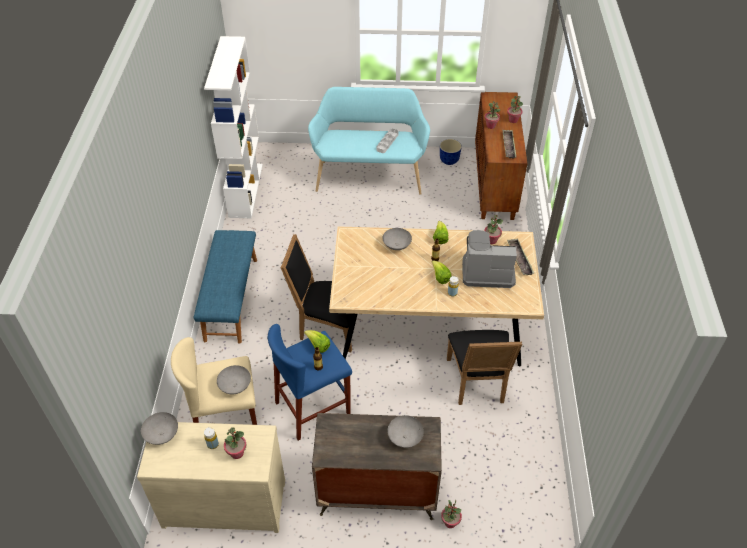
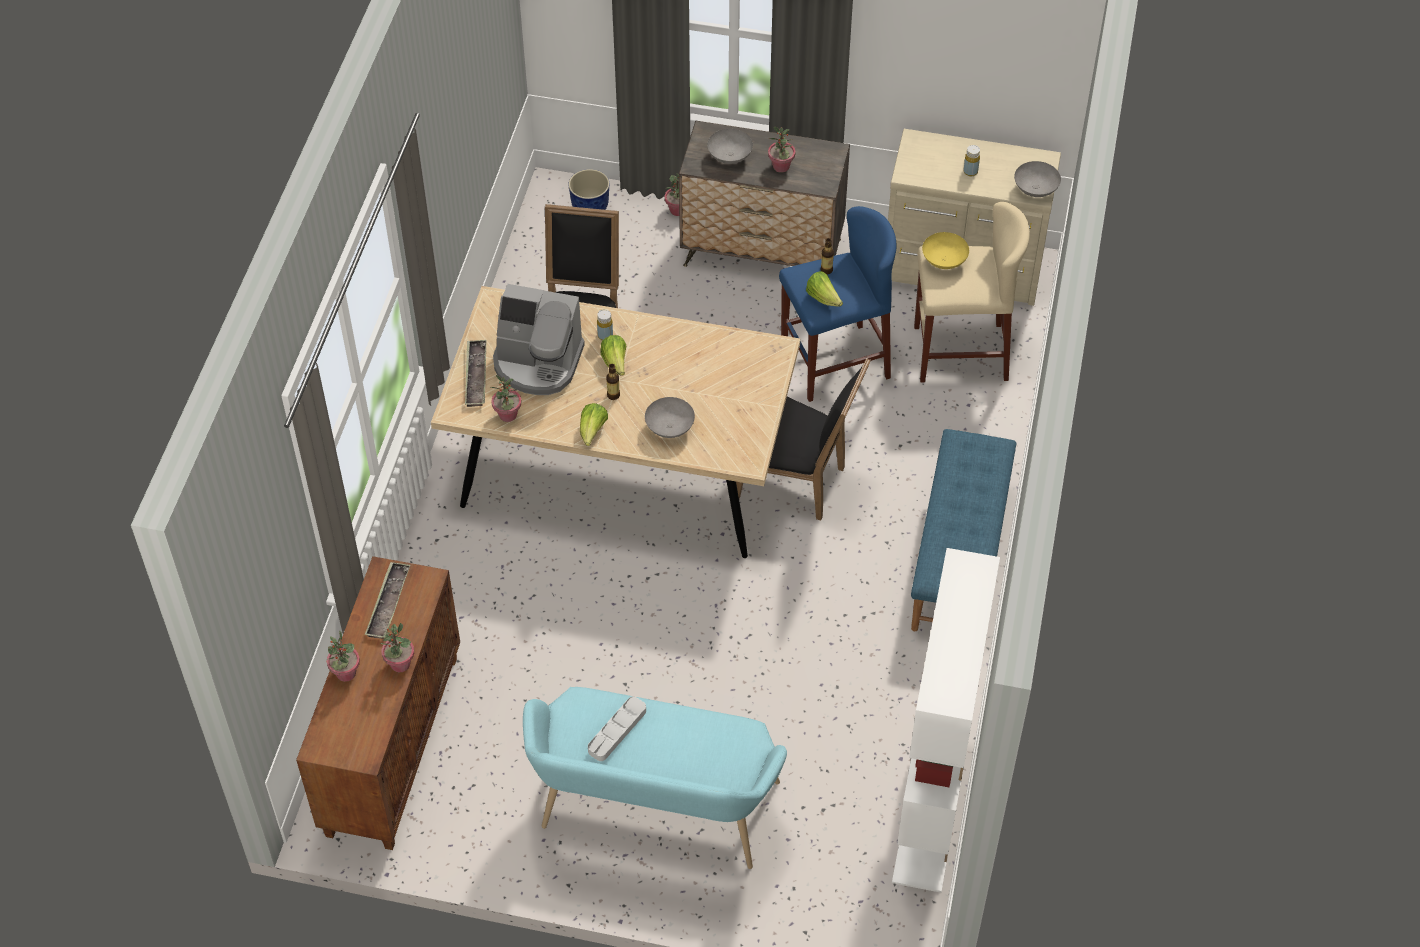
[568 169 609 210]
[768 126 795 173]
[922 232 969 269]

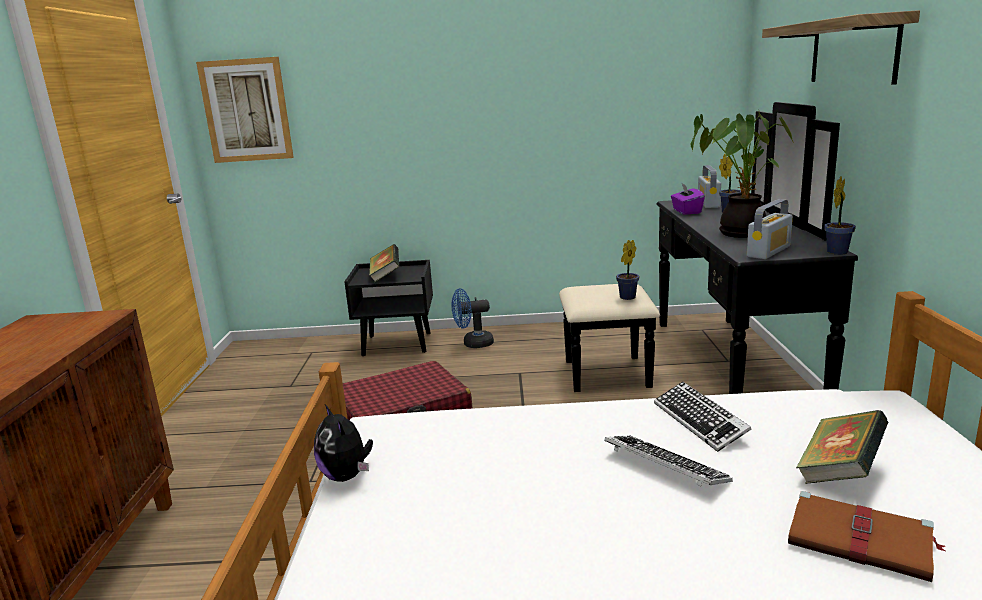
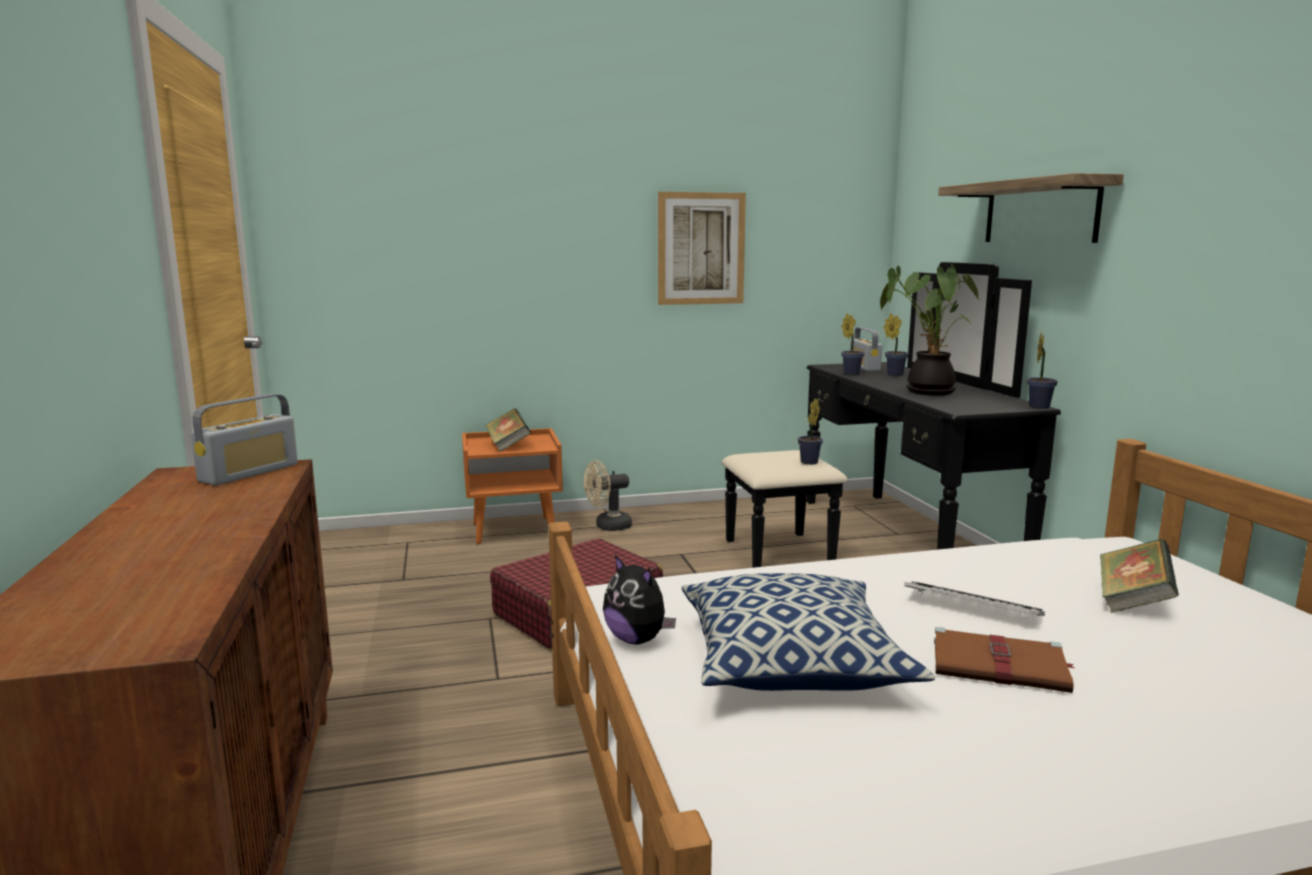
[191 394 298 485]
[462 428 563 544]
[584 460 632 531]
[658 192 746 305]
[682 573 935 691]
[841 313 864 376]
[934 627 1074 693]
[654 382 751 452] (first image)

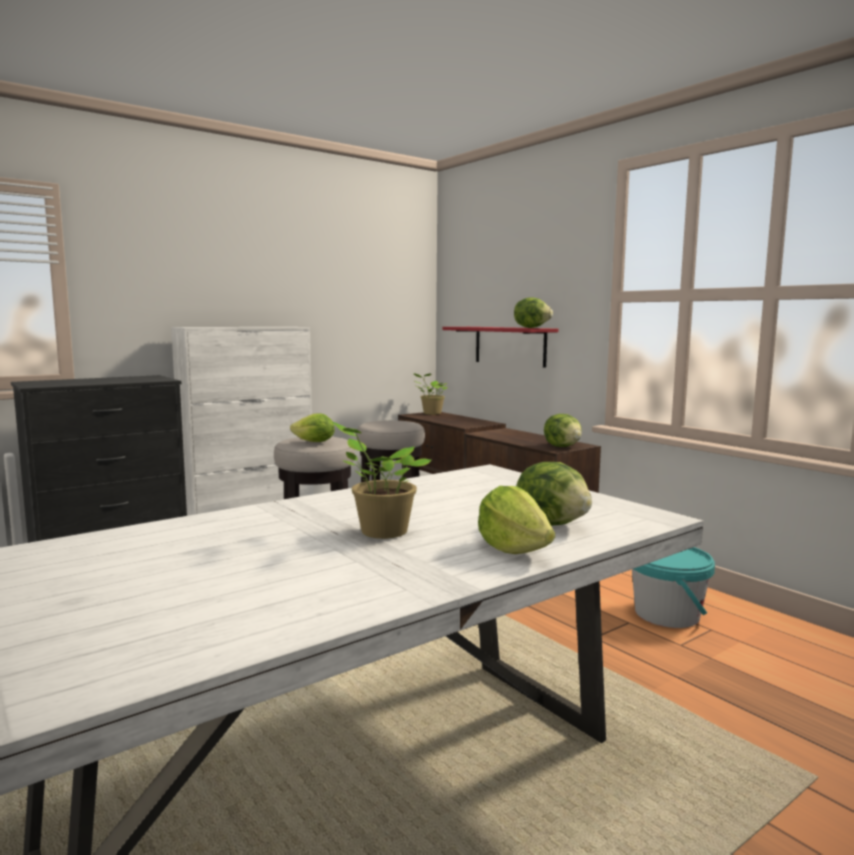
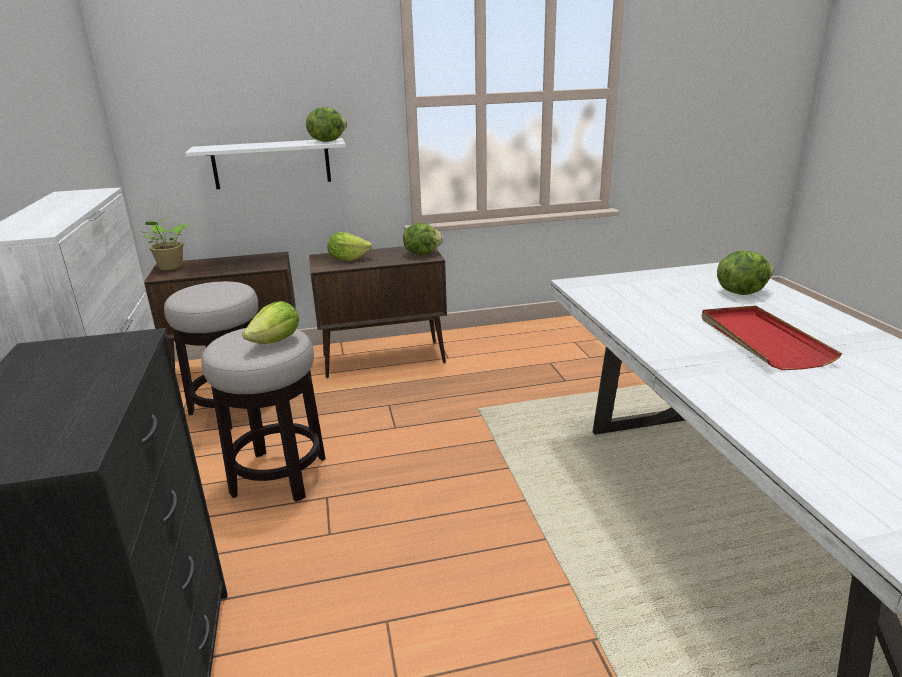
[185 138 346 189]
[327 232 372 261]
[702 306 842 370]
[632 547 715 628] (first image)

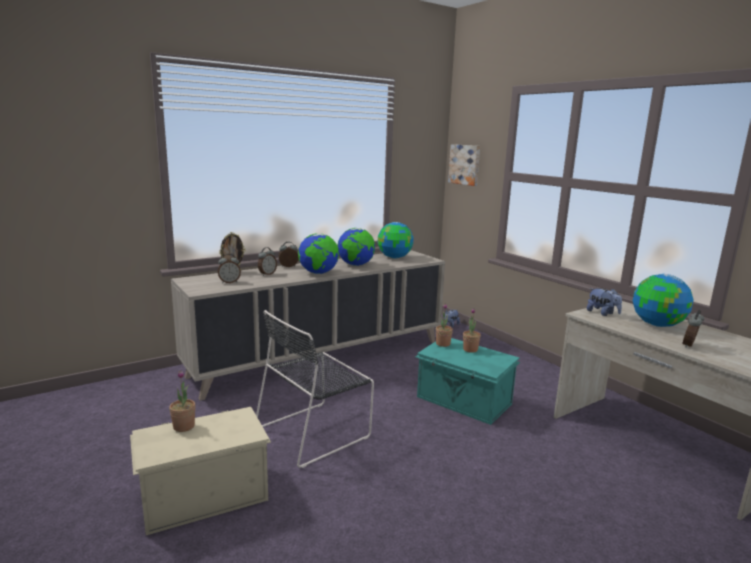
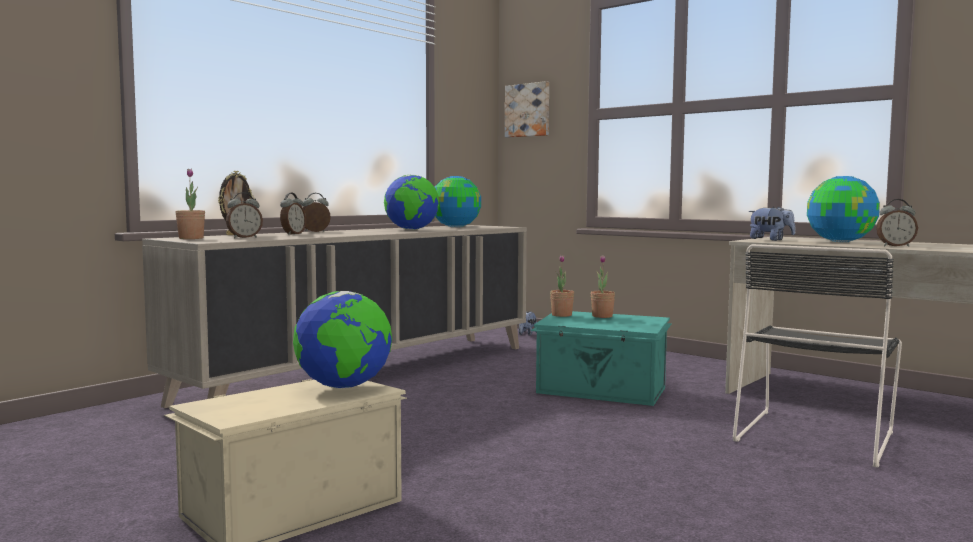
[176 168 205 239]
[293 291 392 389]
[733 244 902 467]
[876 199 918 247]

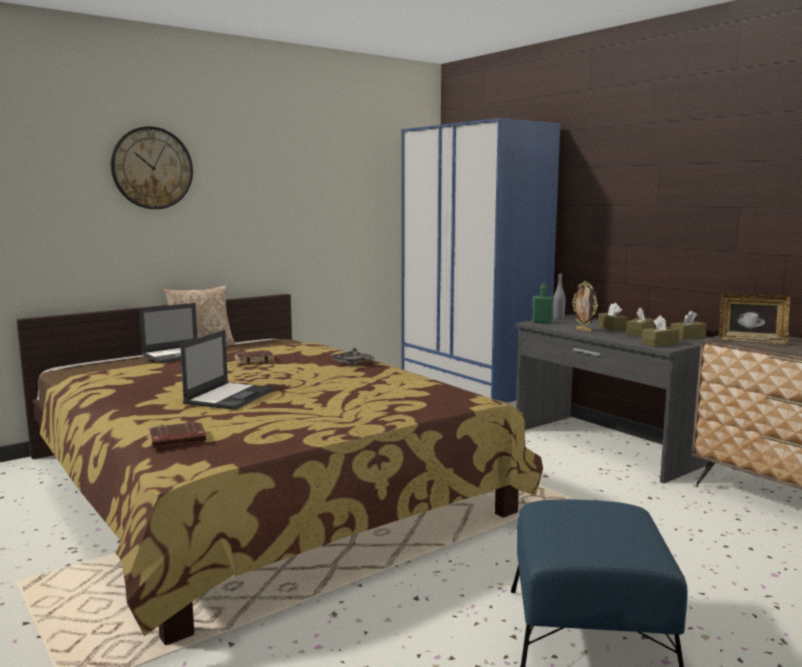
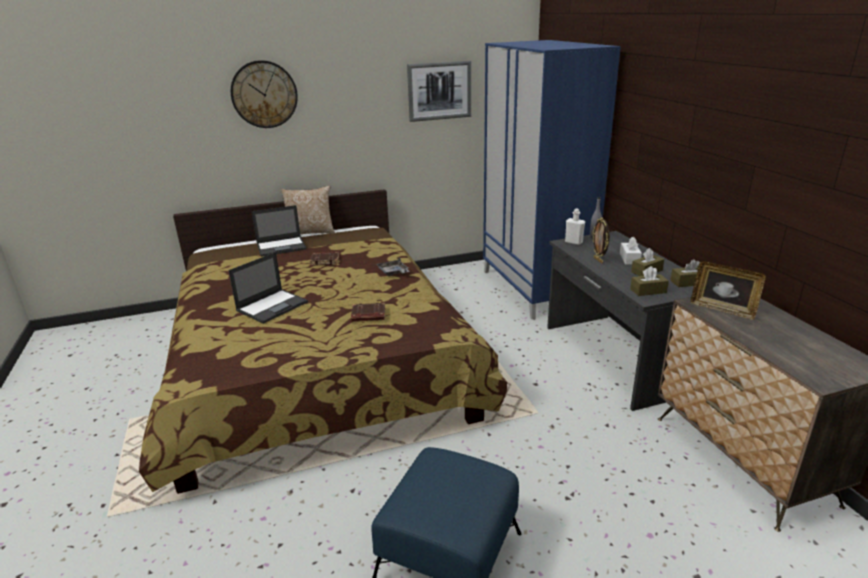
[351 303 385 322]
[407 61 471 122]
[565 208 585 245]
[620 237 642 264]

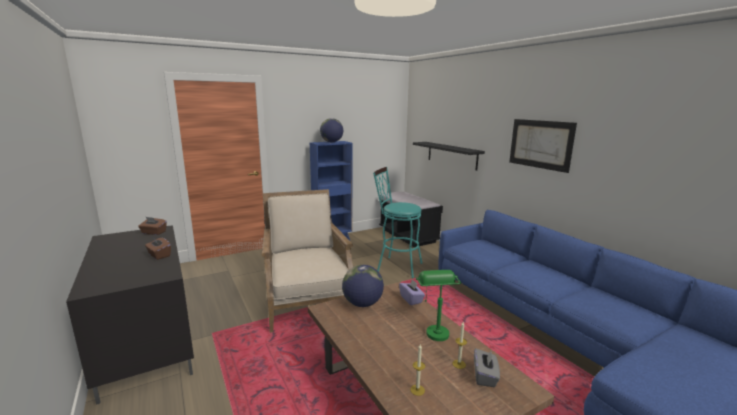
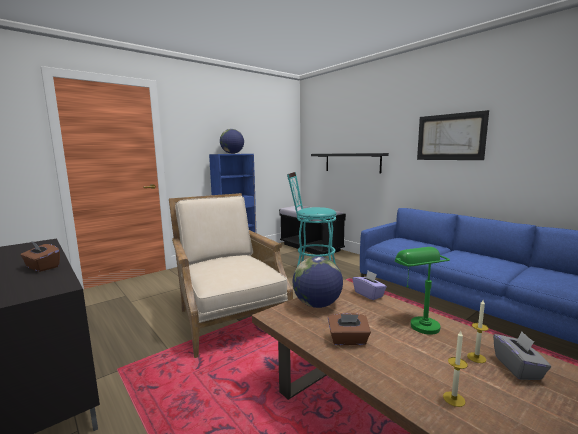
[328 313 371 345]

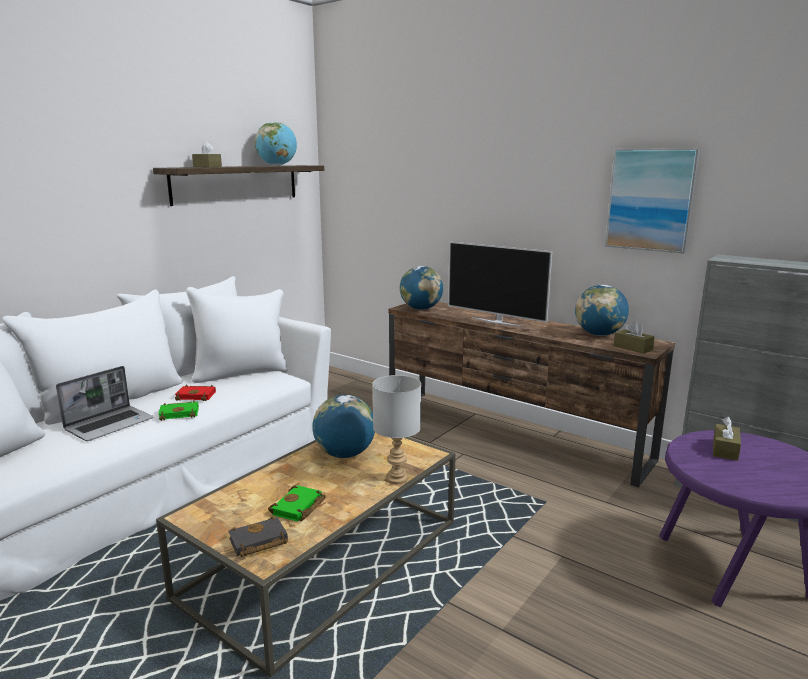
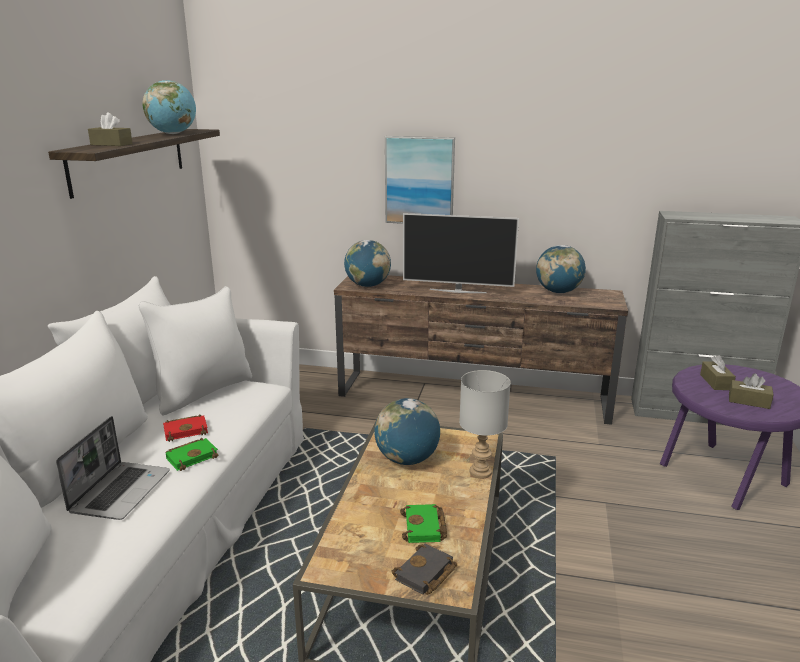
[385 136 455 224]
[729 373 773 409]

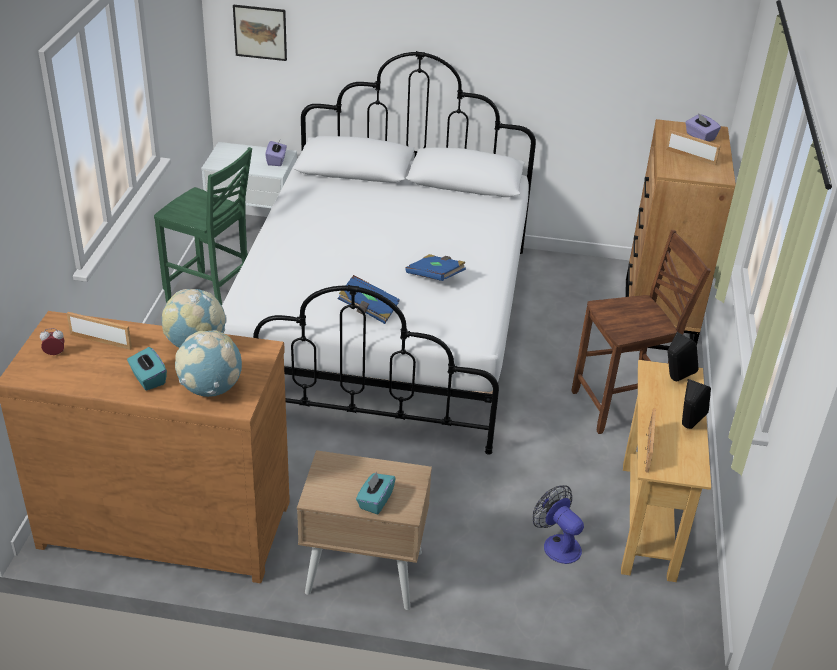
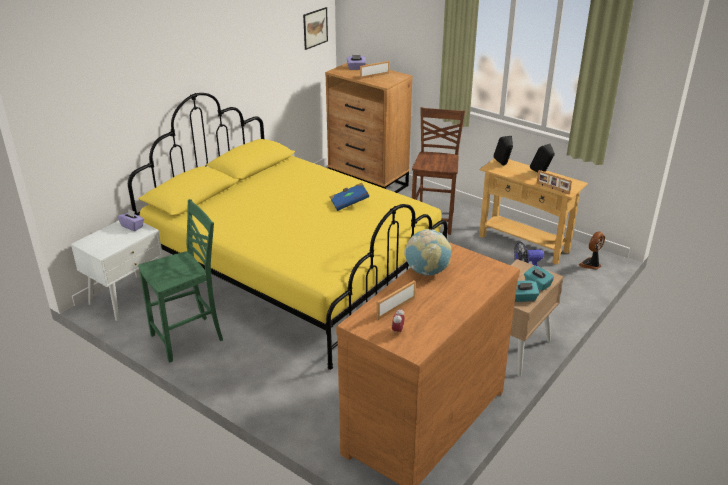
[128 93 448 370]
[303 7 328 50]
[515 280 539 302]
[579 231 605 270]
[175 330 242 397] (first image)
[338 275 400 324] (first image)

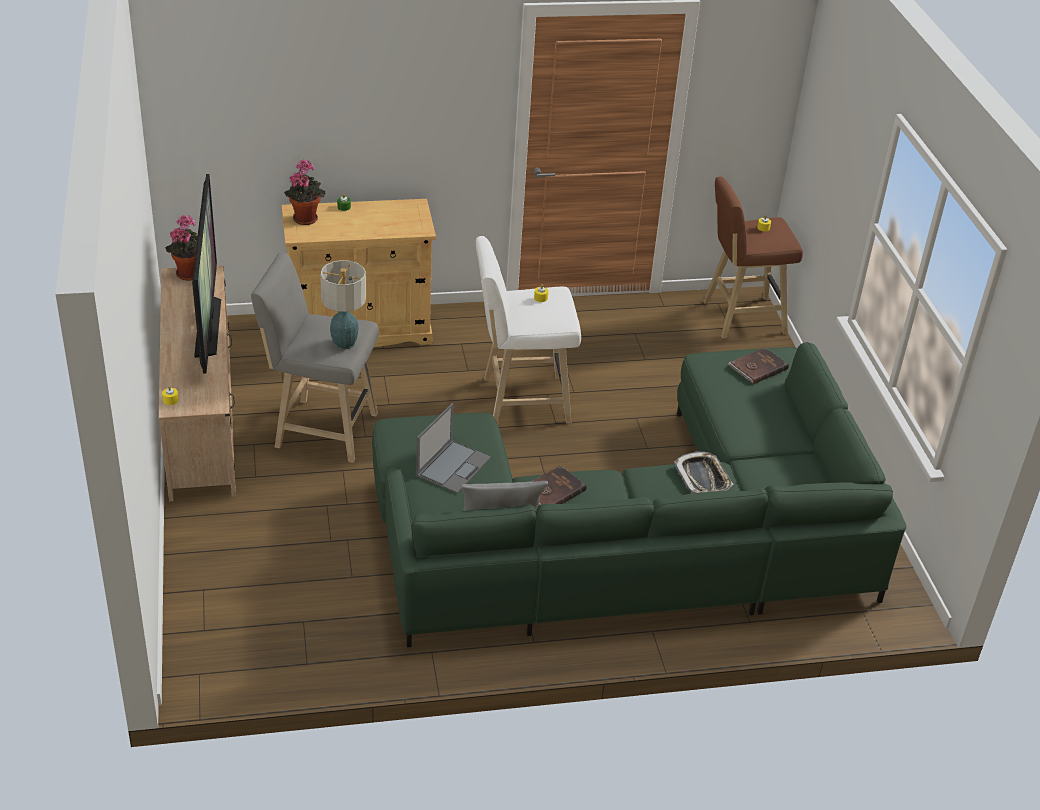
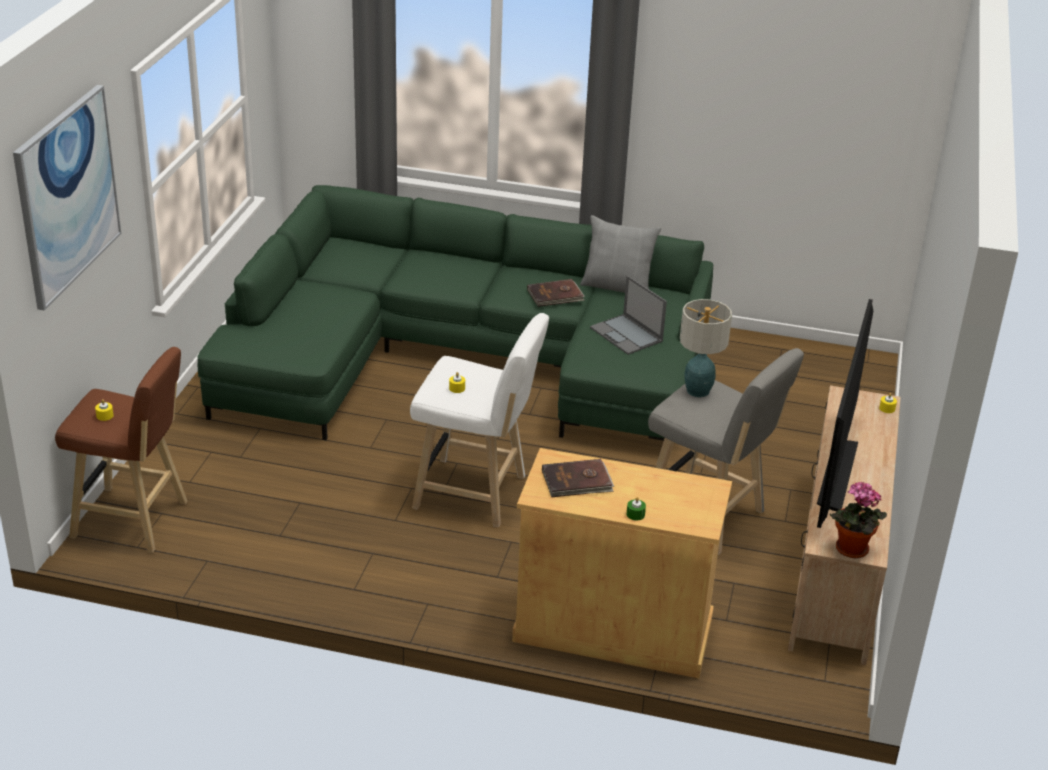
[13 85 121 310]
[542 459 614 497]
[590 275 667 355]
[284 159 325 225] (first image)
[674 451 733 494] (first image)

